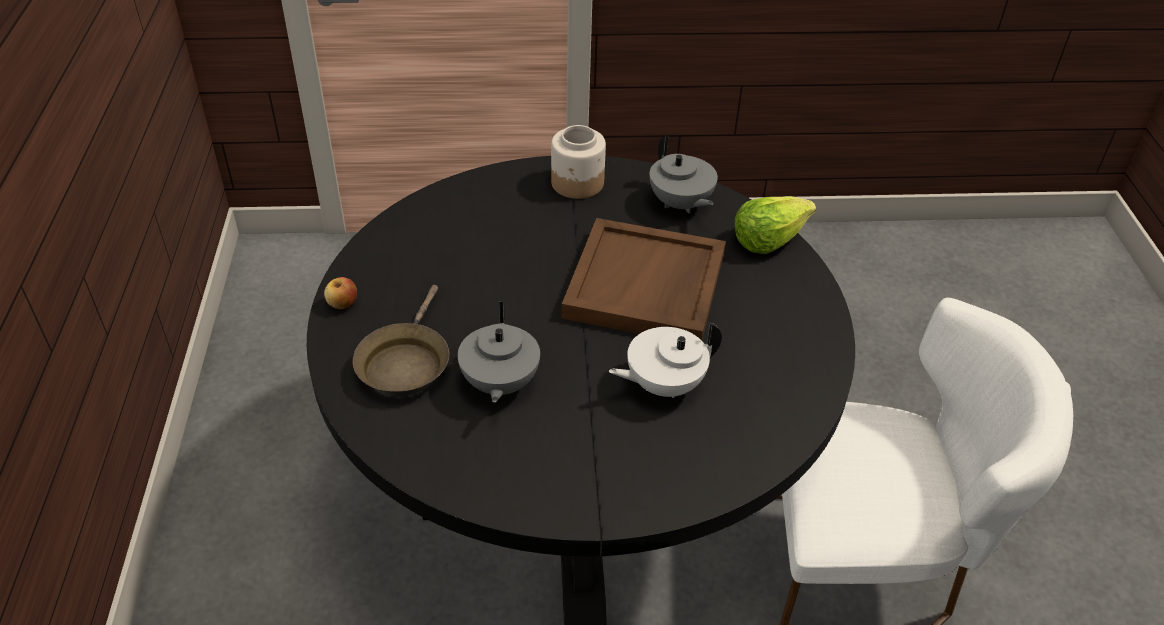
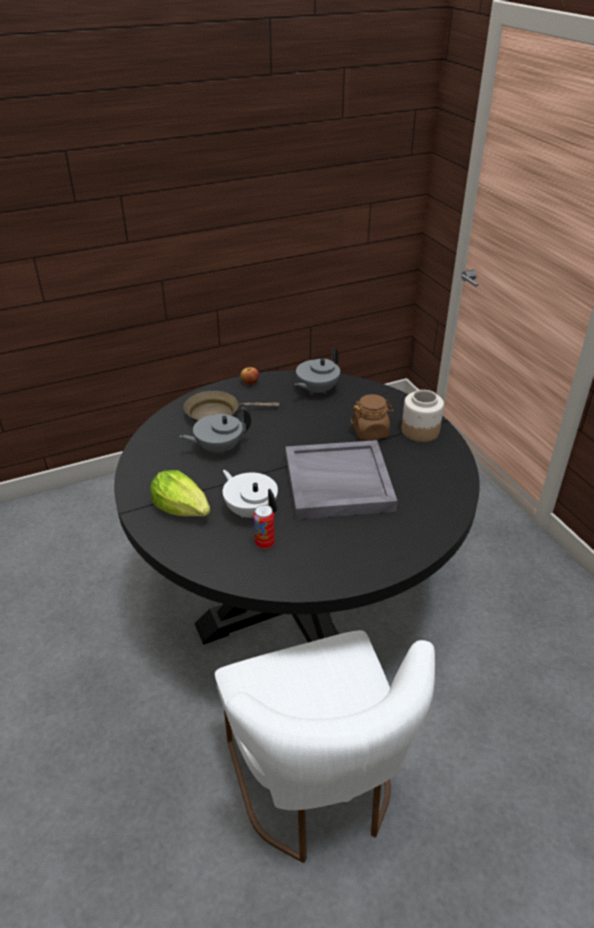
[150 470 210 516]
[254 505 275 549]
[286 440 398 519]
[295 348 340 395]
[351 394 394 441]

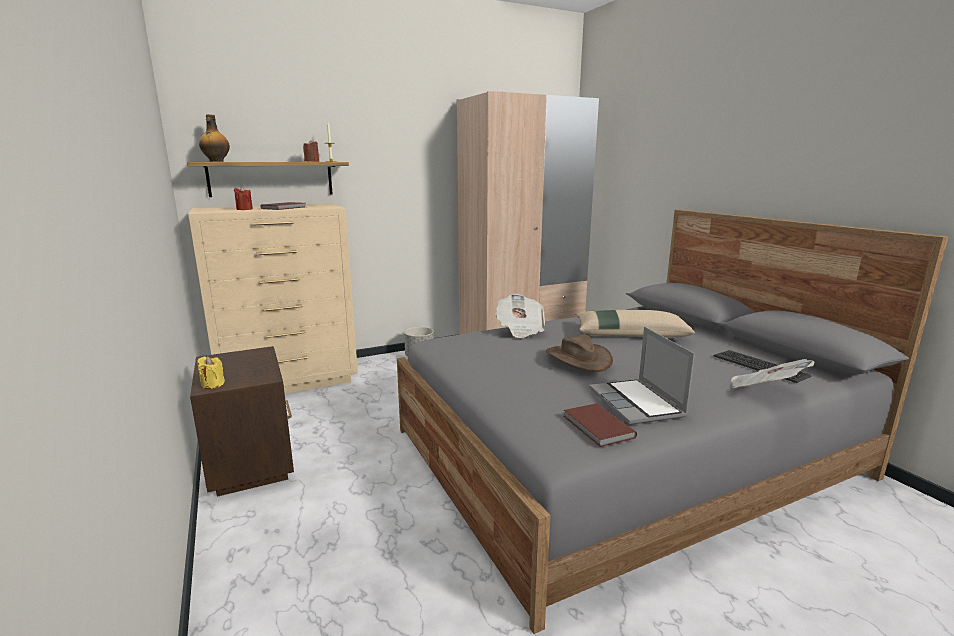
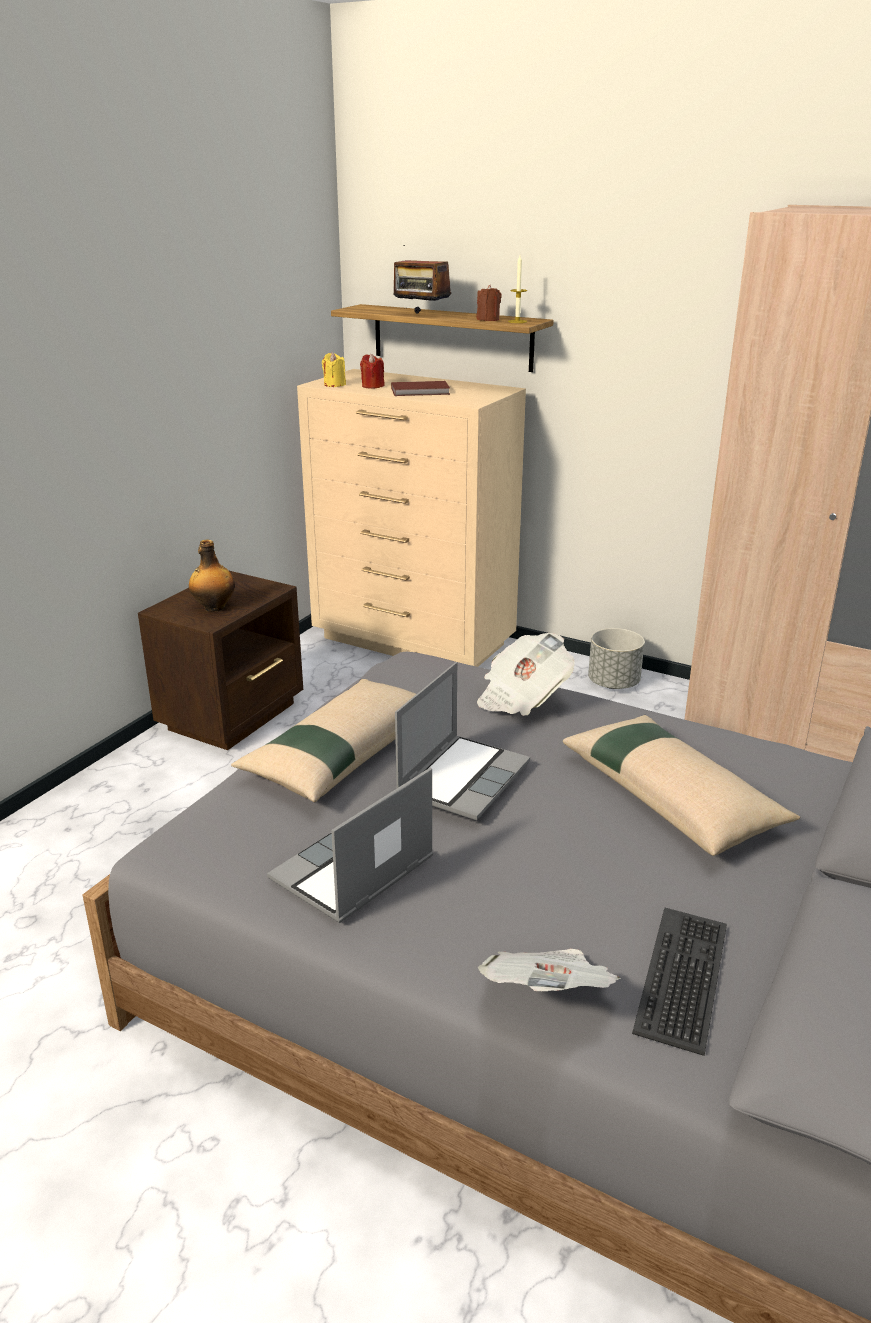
[189 539 235 612]
[231 679 416 802]
[322 352 346 387]
[394 245 451 314]
[395 662 530 821]
[563 404 637 447] (first image)

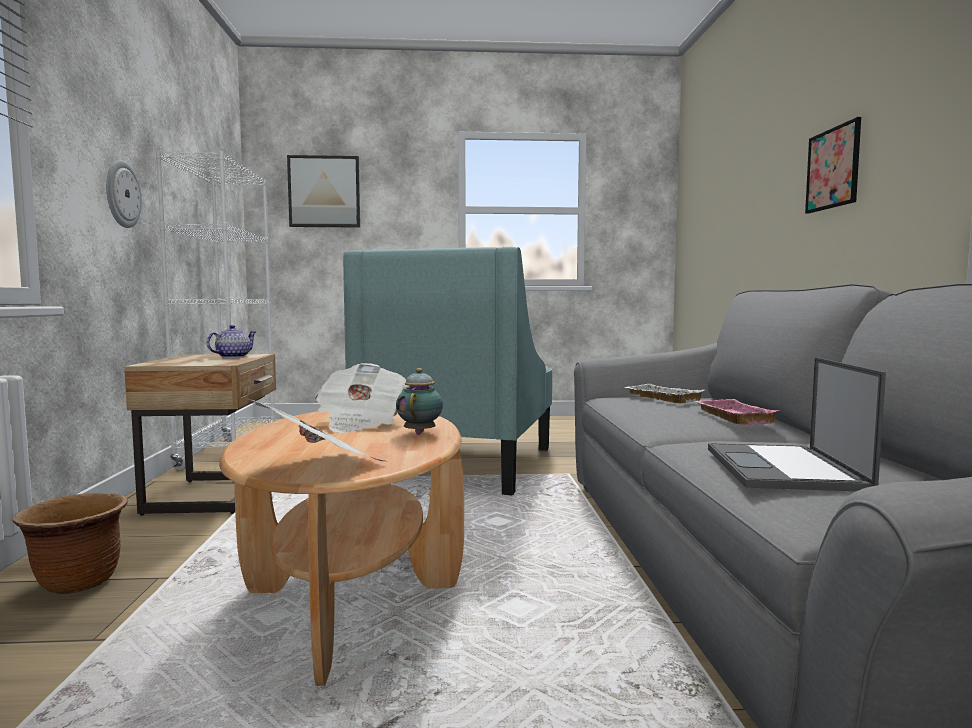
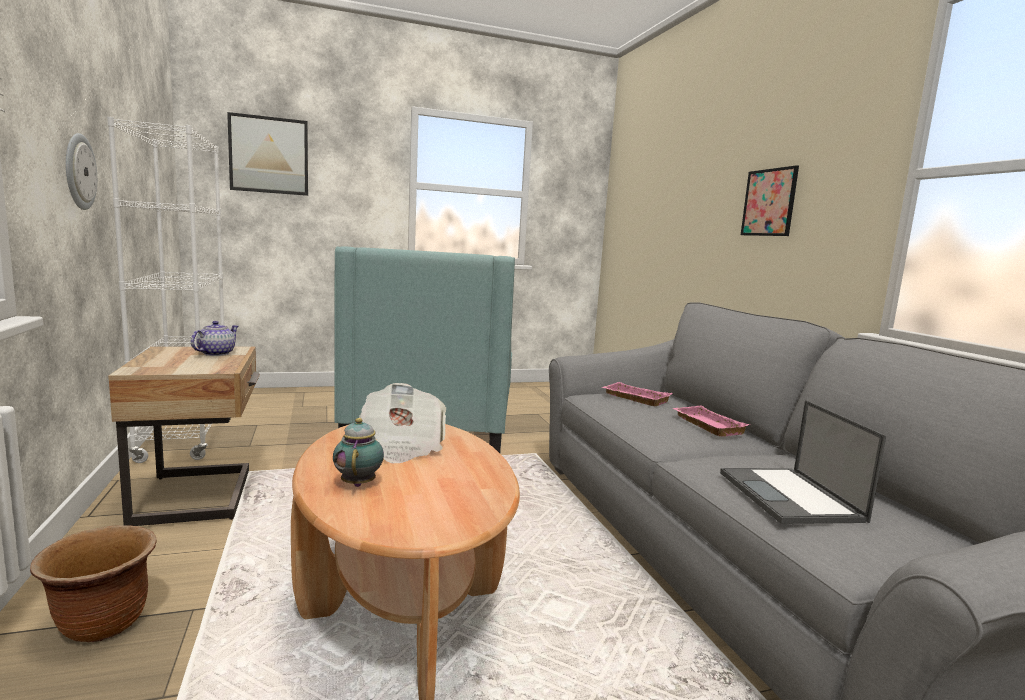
[333 418 384 487]
[602 382 673 406]
[246 399 384 461] (first image)

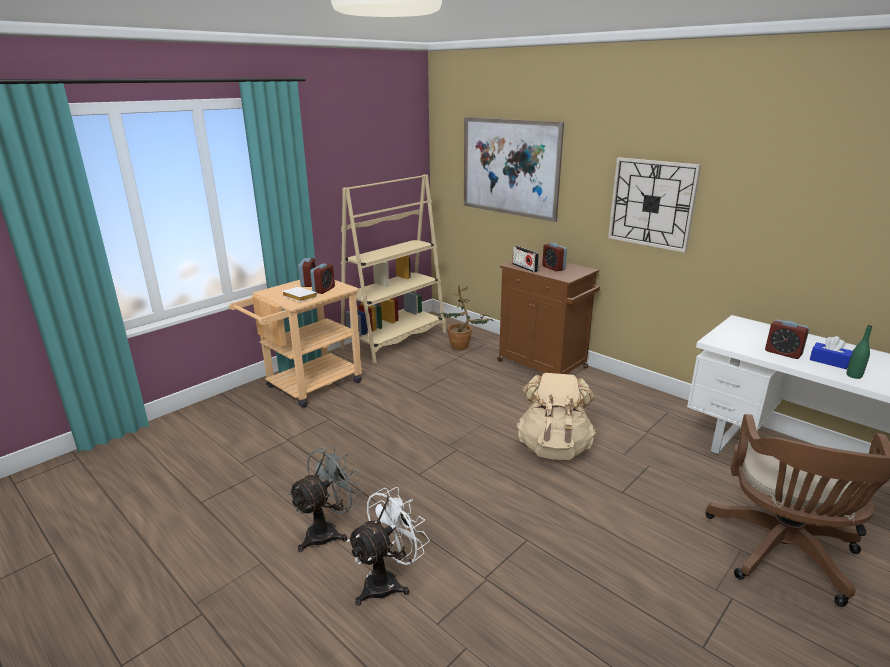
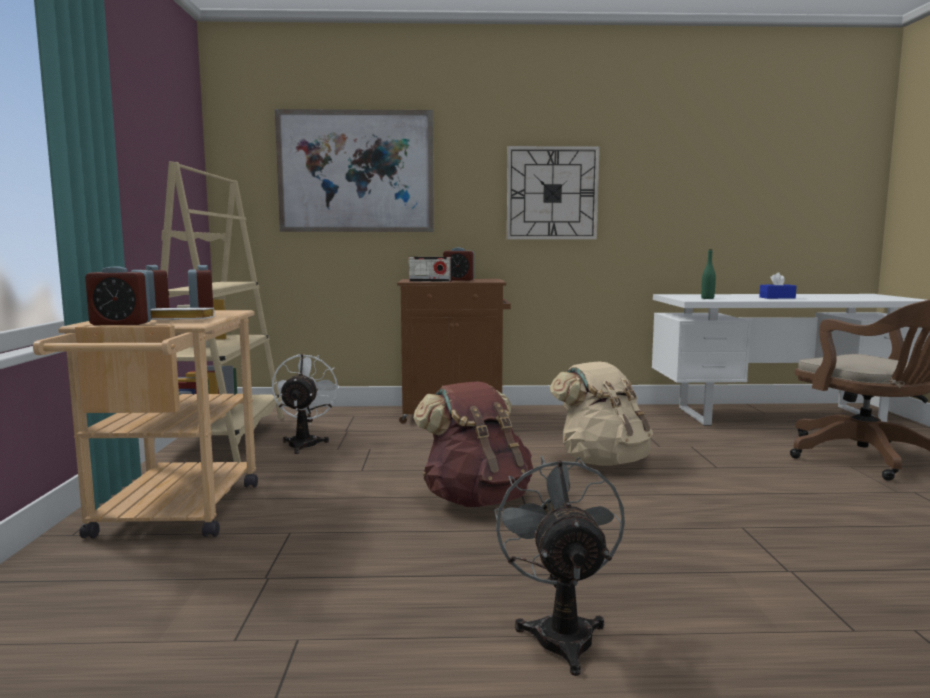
[85 266 151 325]
[272 354 340 454]
[413 381 533 507]
[701 249 716 299]
[438 285 494 351] (first image)

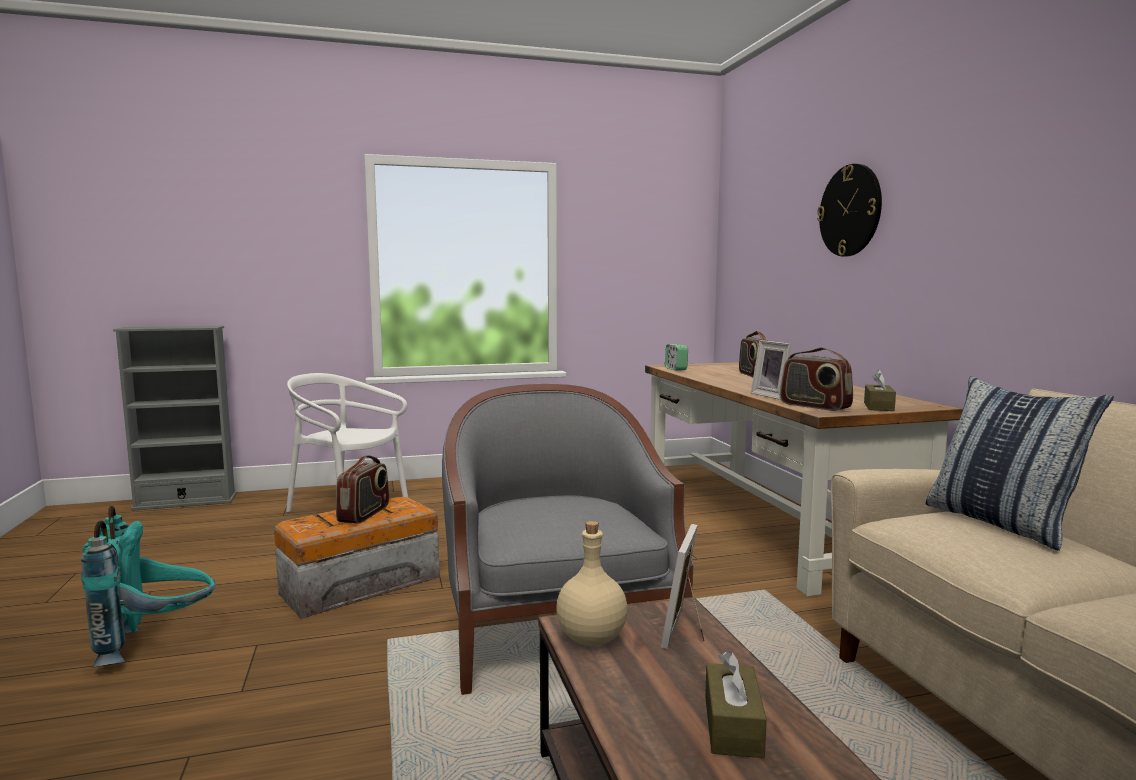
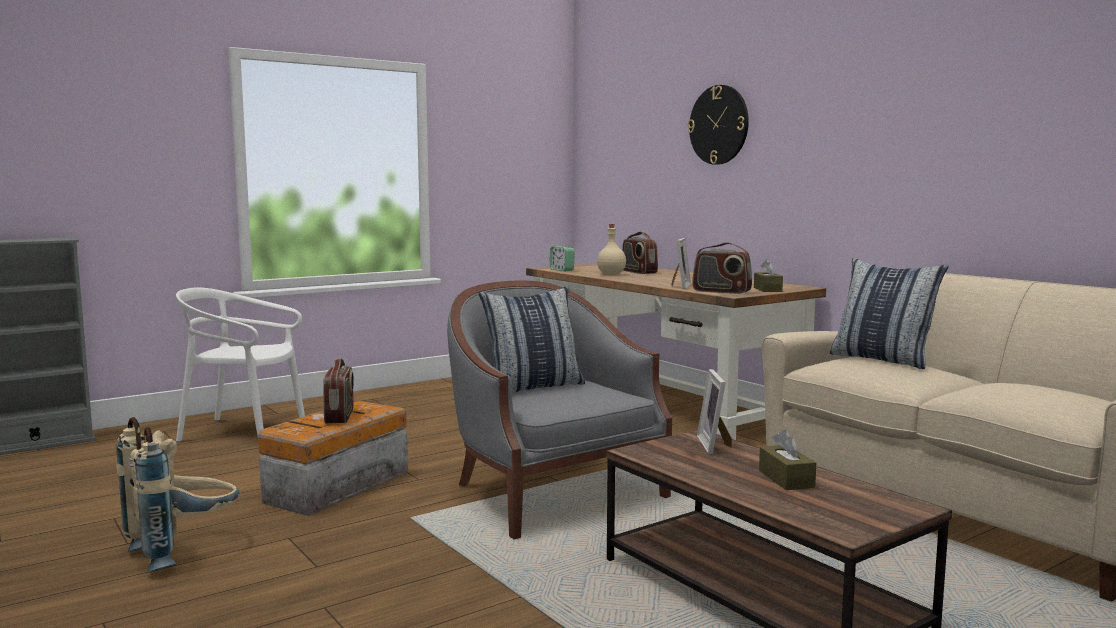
[116 417 239 573]
[479 286 585 393]
[597 224 626 275]
[671 238 691 289]

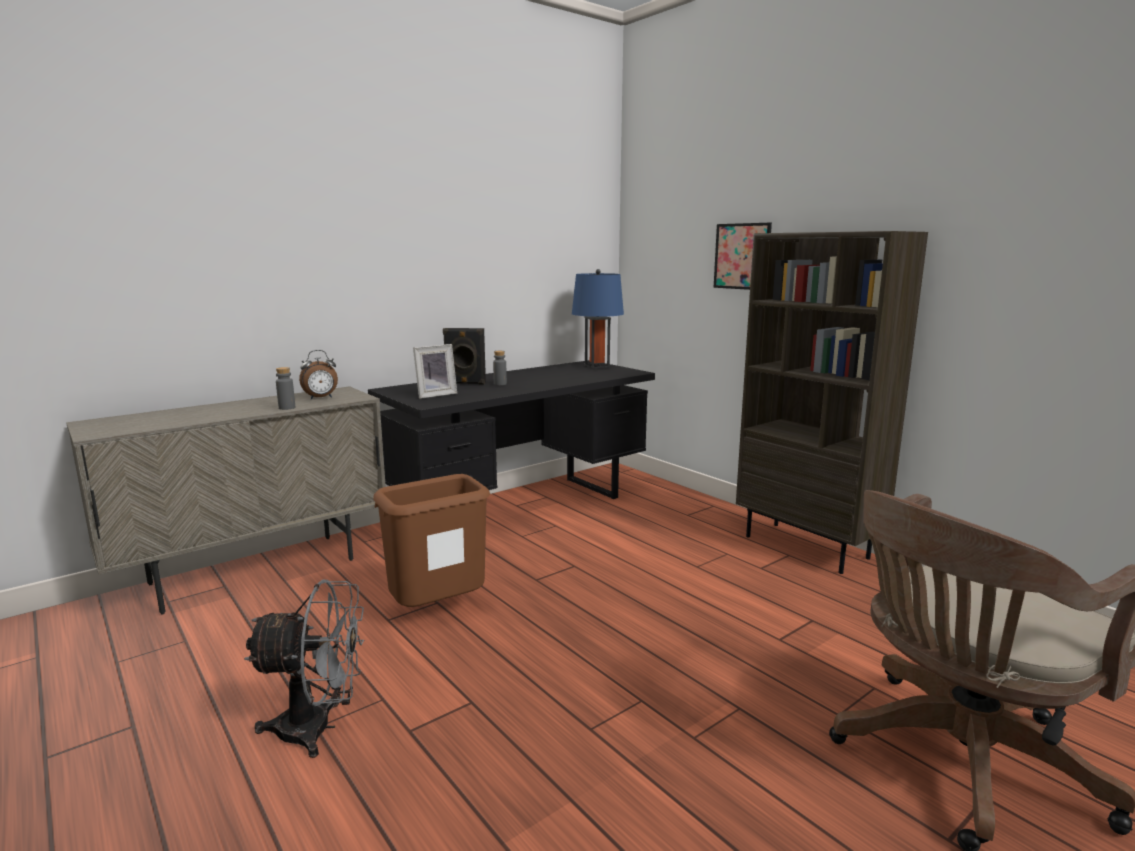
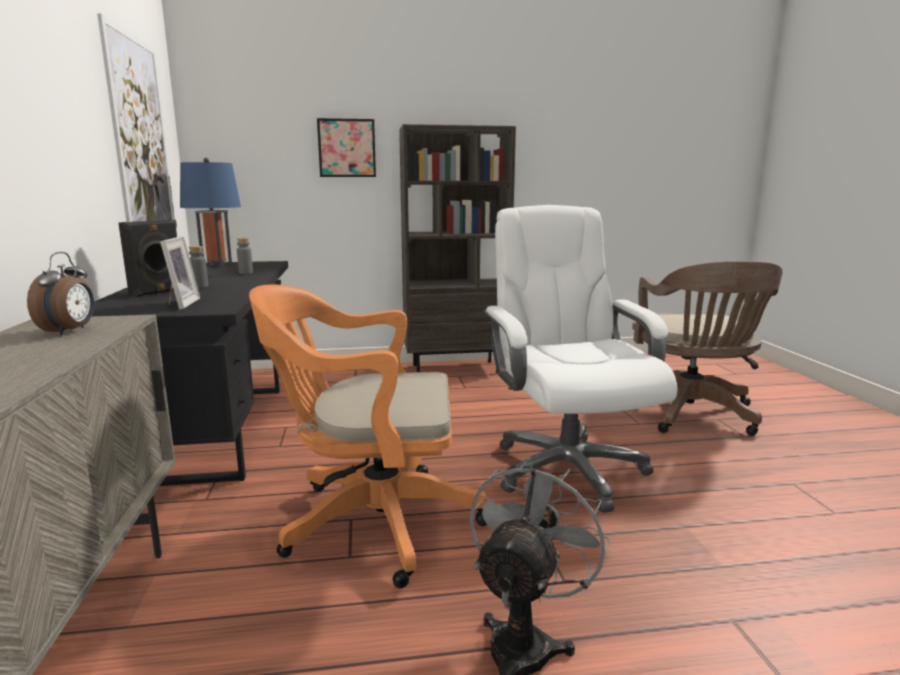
[97 13 175 222]
[237 238 253 274]
[249 284 488 588]
[484 205 678 513]

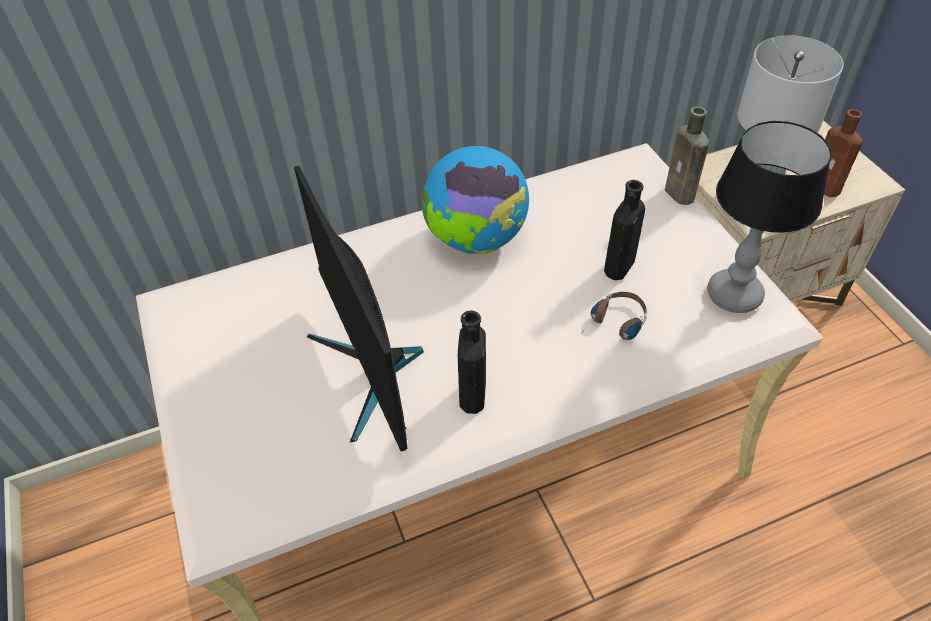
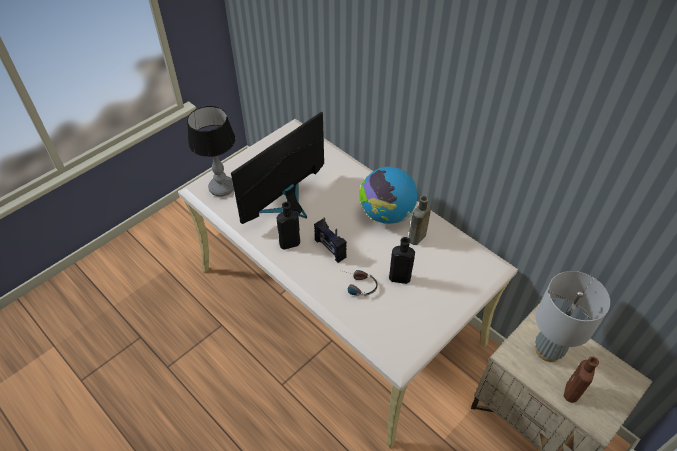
[187 106 236 197]
[314 217 347 263]
[409 195 431 245]

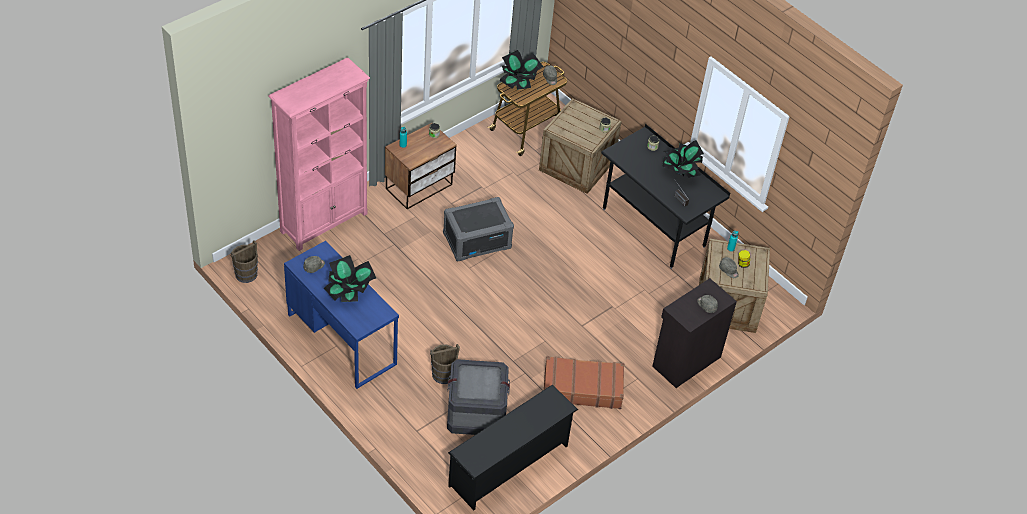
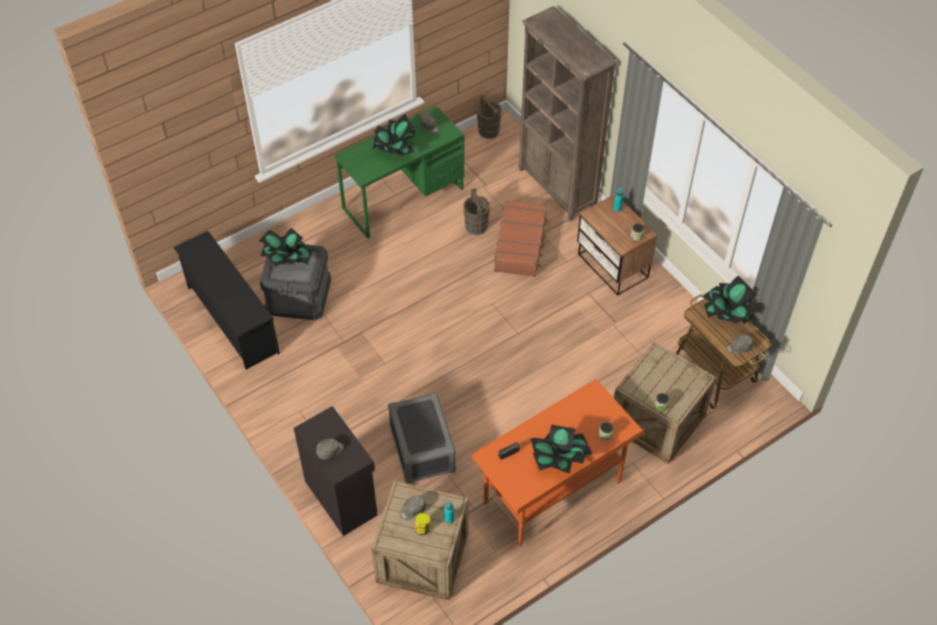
[259 228 313 267]
[334 106 464 238]
[388 393 456 484]
[463 188 490 235]
[471 379 645 547]
[494 200 548 277]
[519 6 617 222]

